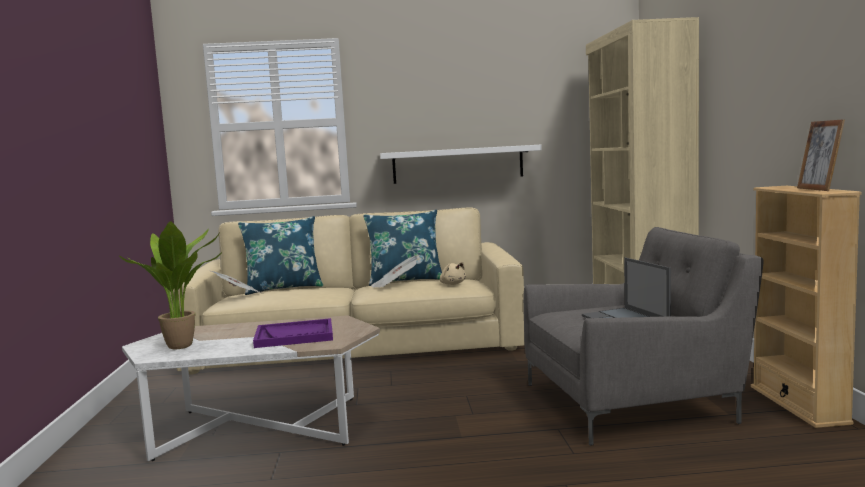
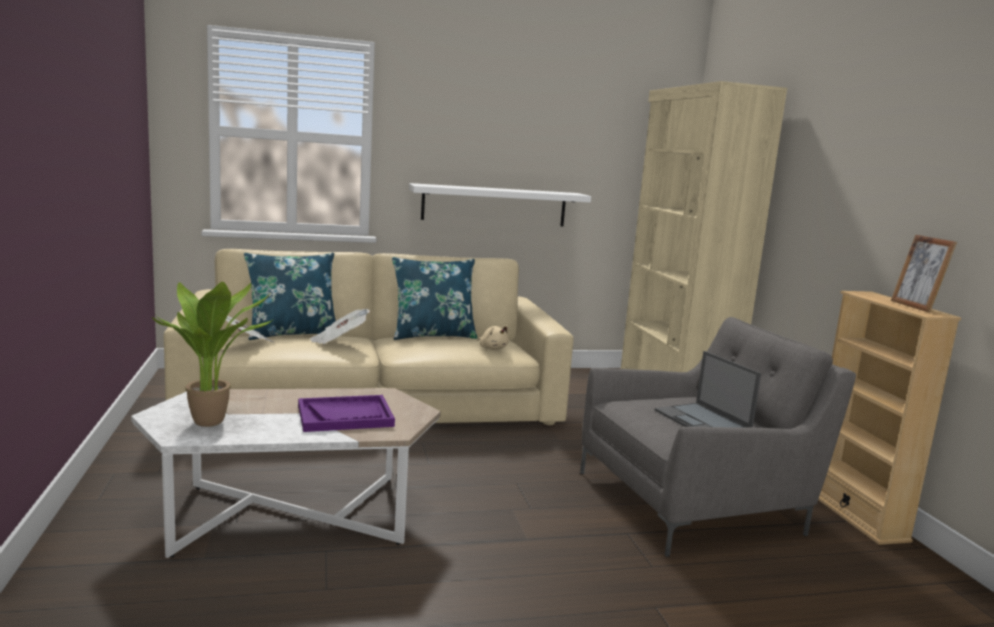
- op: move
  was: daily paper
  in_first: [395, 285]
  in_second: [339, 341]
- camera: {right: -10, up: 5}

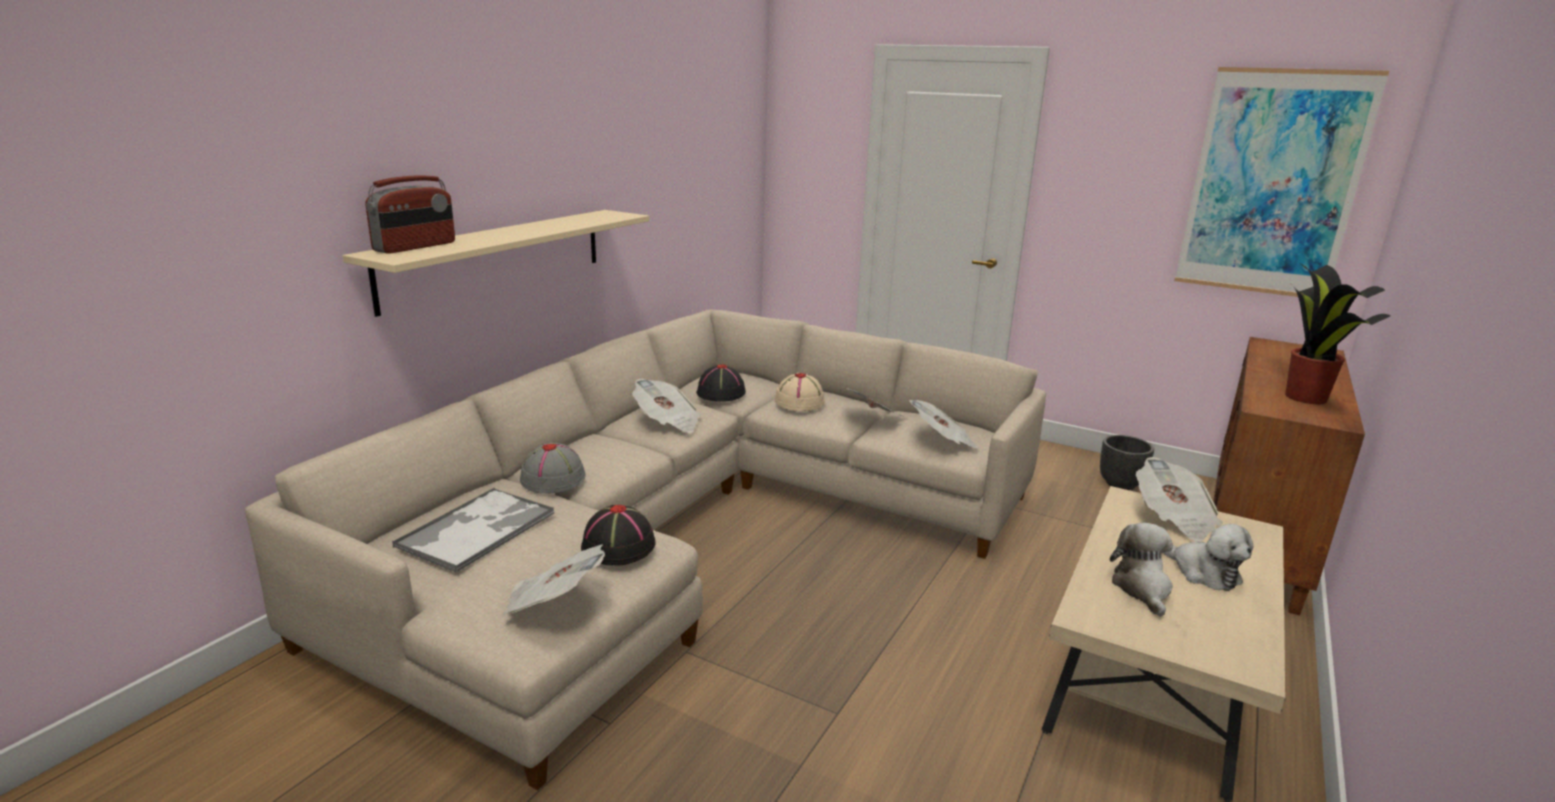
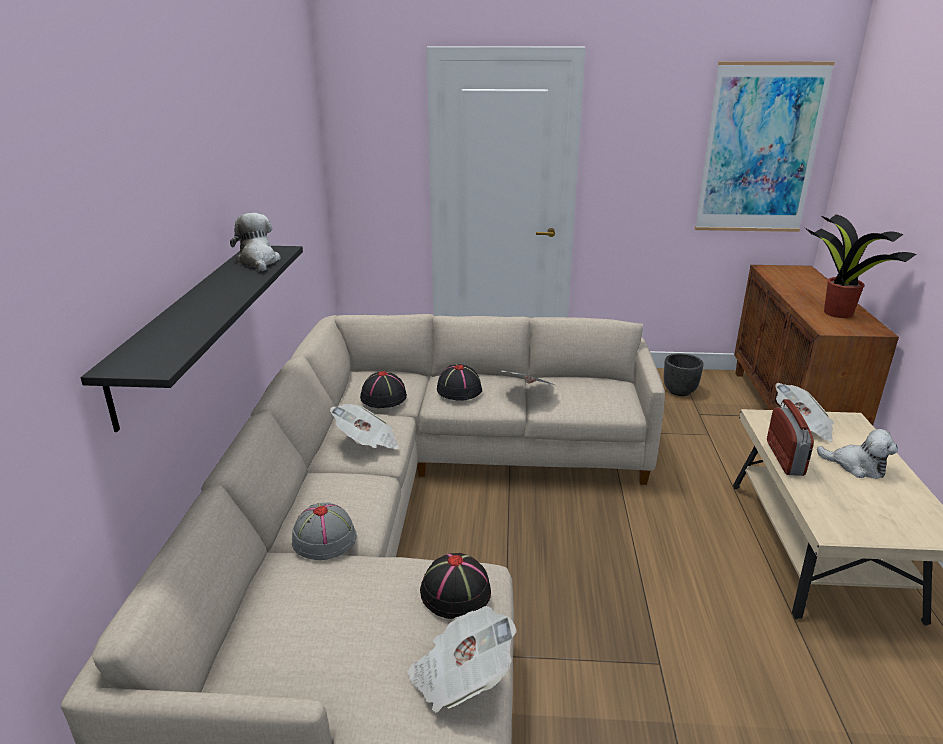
- op: move
  was: radio receiver
  in_first: [415, 247]
  in_second: [785, 458]
- op: recolor
  was: beige-coloured bracket shelf
  now: black bracket shelf
  in_first: [497, 257]
  in_second: [188, 325]
- op: recolor
  was: beige-coloured wearable hat
  now: black wearable hat
  in_first: [799, 401]
  in_second: [459, 389]
- op: delete
  was: daily paper
  in_first: [942, 441]
- op: delete
  was: serving tray
  in_first: [478, 529]
- op: move
  was: soft toy
  in_first: [1142, 588]
  in_second: [258, 262]
- camera: {right: -25, up: 5}

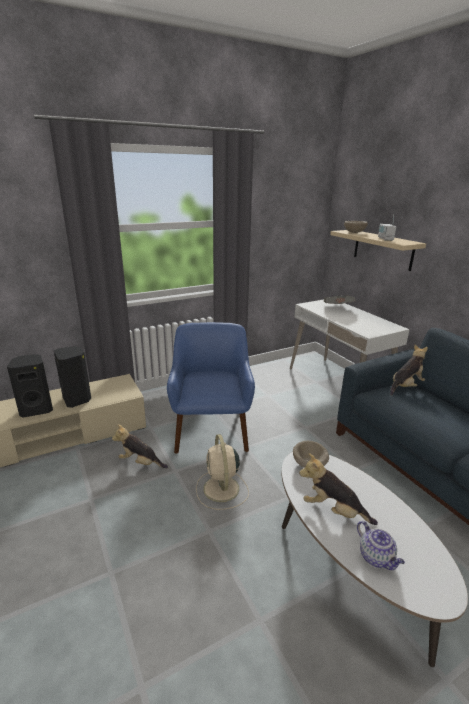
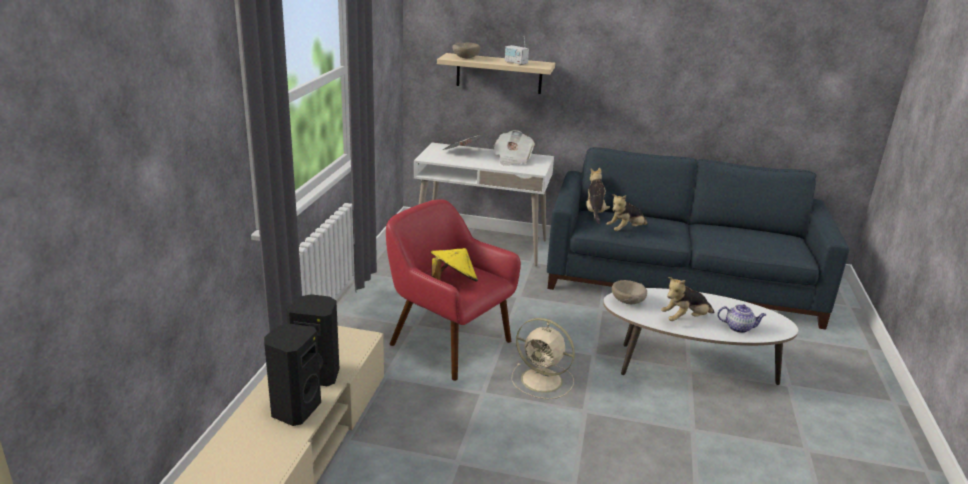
- op: recolor
  was: blue armchair
  now: red-coloured armchair
  in_first: [211, 430]
  in_second: [448, 343]
- op: move
  was: soft toy
  in_first: [140, 462]
  in_second: [626, 230]
- op: insert
  now: daily paper
  in_second: [512, 159]
- op: insert
  now: yellow-coloured wearable hat
  in_second: [453, 281]
- camera: {right: -50, up: 0}

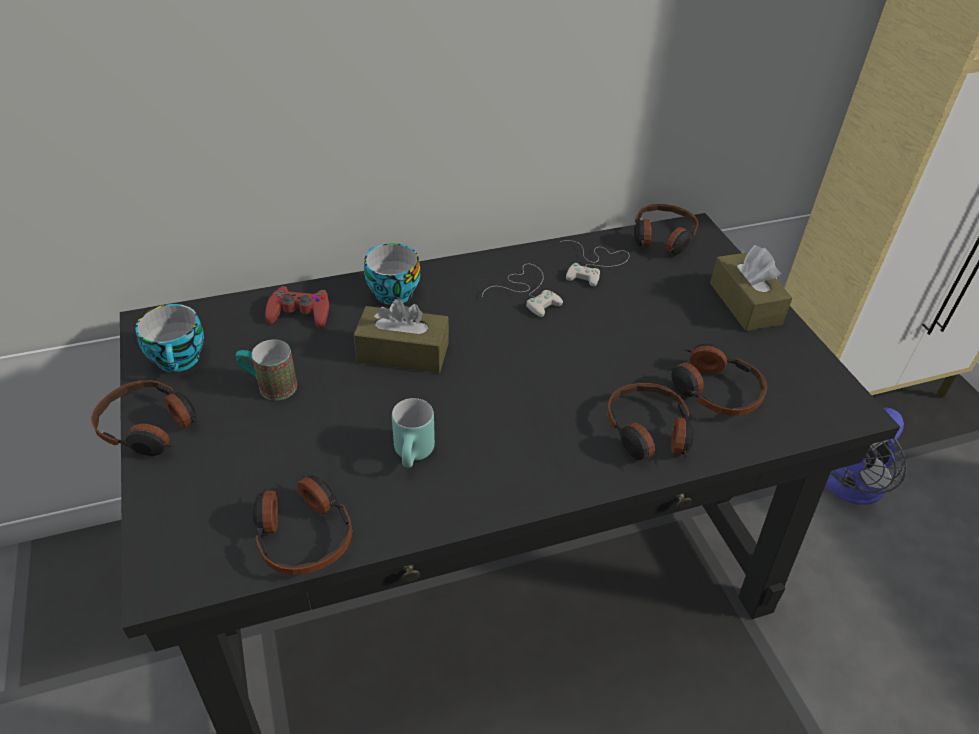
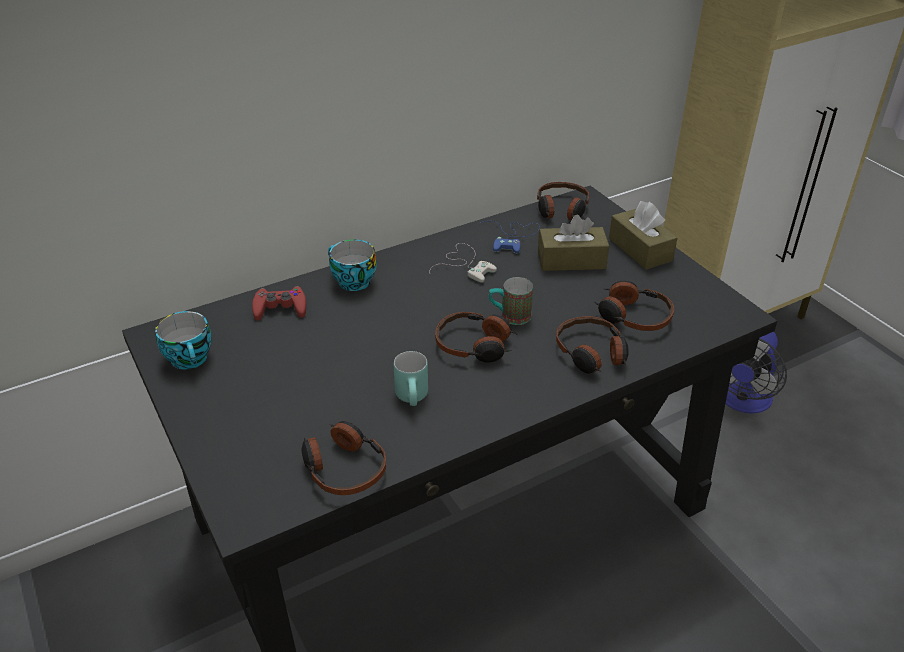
- op: recolor
  was: whitish gamepad
  now: blue gamepad
  in_first: [594, 264]
  in_second: [513, 237]
- op: move
  was: brown tissue box
  in_first: [403, 353]
  in_second: [571, 260]
- op: move
  was: coffee mug
  in_first: [269, 386]
  in_second: [509, 316]
- op: move
  was: headset
  in_first: [150, 428]
  in_second: [475, 345]
- camera: {right: -10, up: -5}

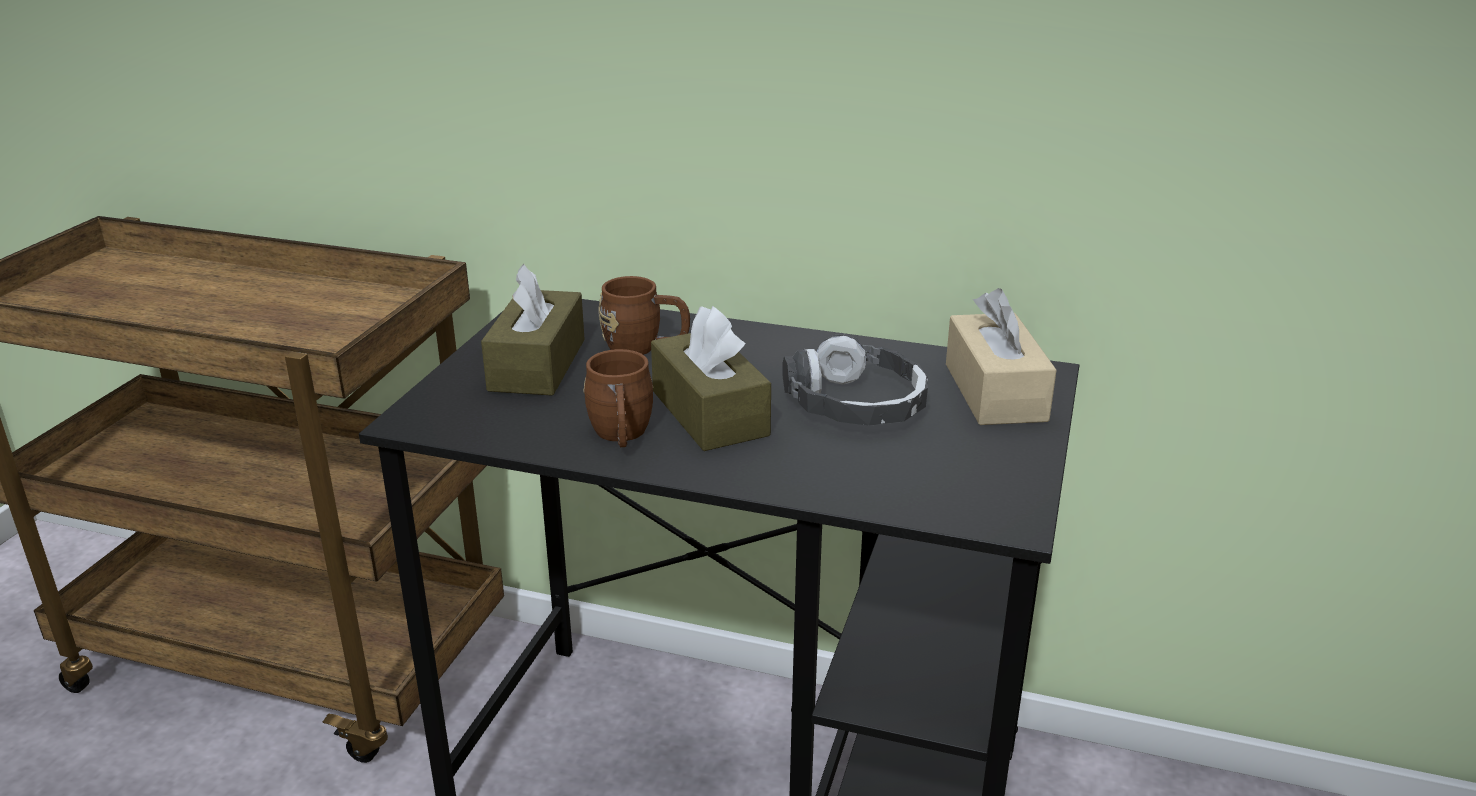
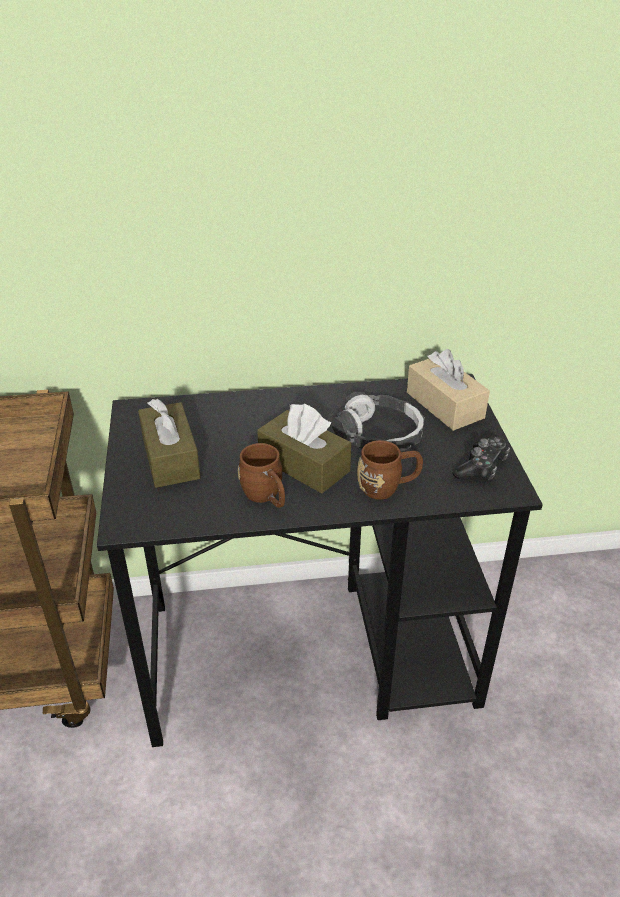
- op: move
  was: brown coffee mug
  in_first: [645, 348]
  in_second: [388, 487]
- op: insert
  now: gamepad
  in_second: [481, 467]
- camera: {right: -25, up: 10}

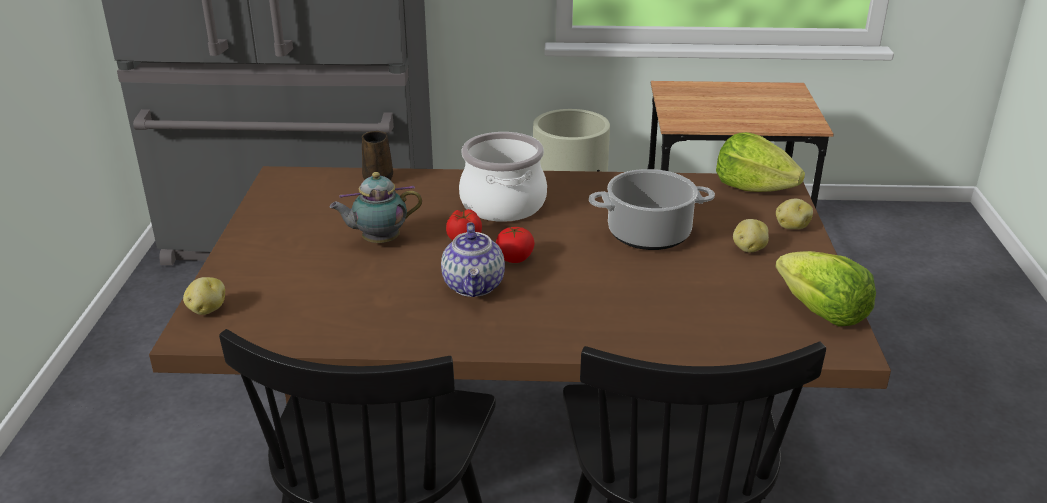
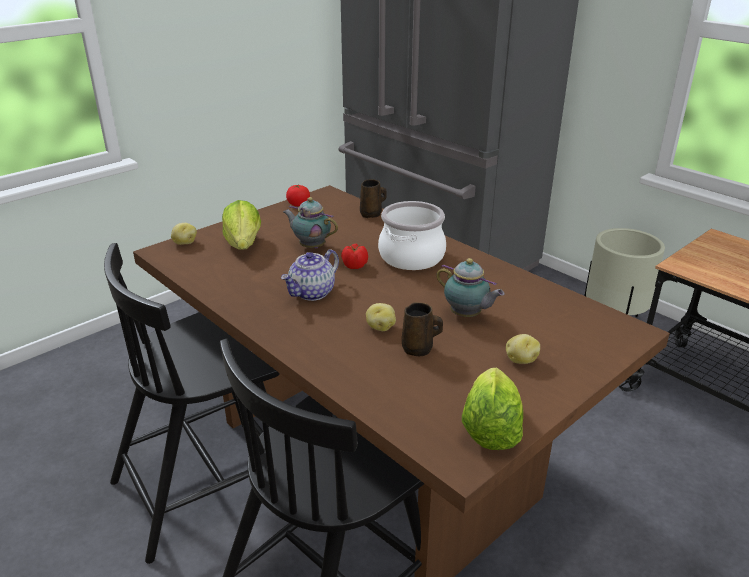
- op: move
  was: lettuce head
  in_first: [753, 187]
  in_second: [243, 244]
- op: replace
  was: cooking pot
  now: tea pot
  in_first: [648, 234]
  in_second: [467, 316]
- op: move
  was: potato
  in_first: [791, 227]
  in_second: [380, 327]
- op: move
  was: tomato
  in_first: [514, 258]
  in_second: [298, 204]
- op: insert
  now: brown coffee mug
  in_second: [419, 349]
- camera: {right: 45, up: 0}

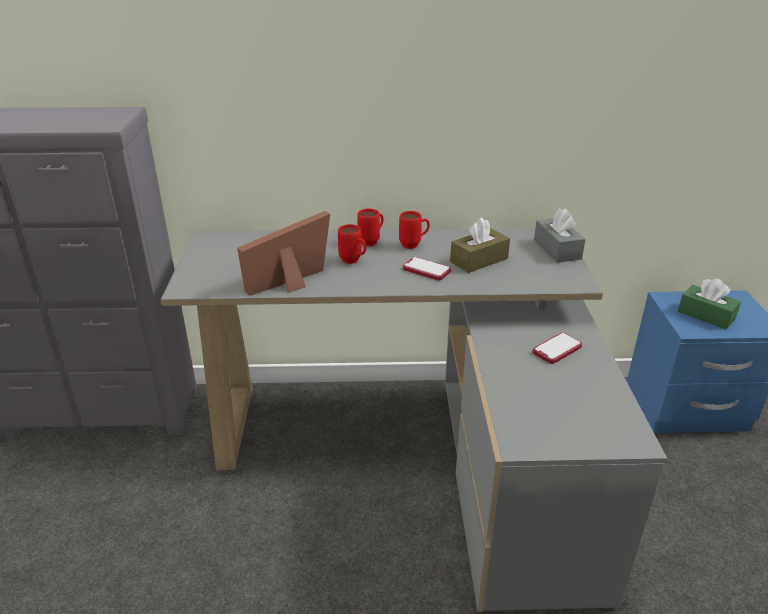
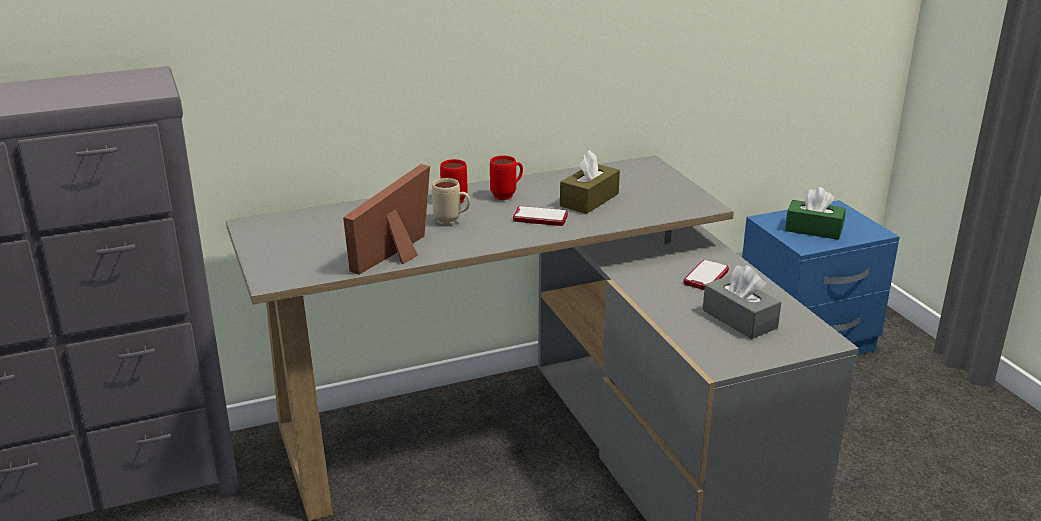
- op: move
  was: greyish tissue box
  in_first: [557, 249]
  in_second: [739, 319]
- op: recolor
  was: red-coloured coffee mug
  now: beige-coloured coffee mug
  in_first: [353, 261]
  in_second: [452, 222]
- camera: {right: -20, up: -5}

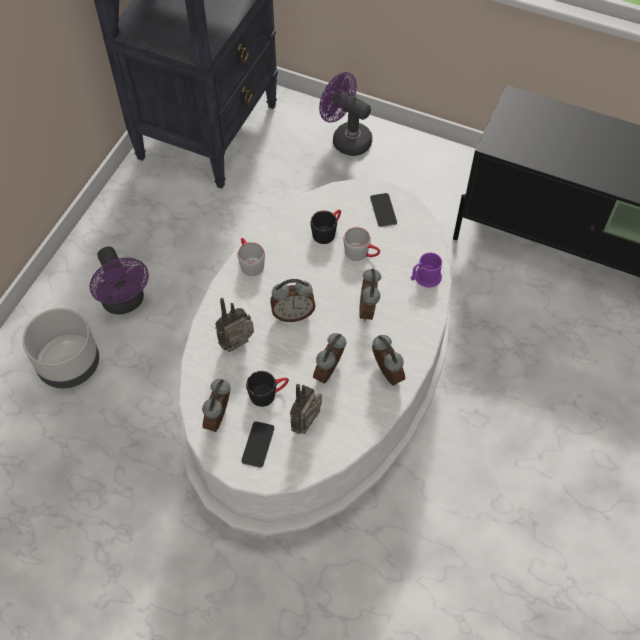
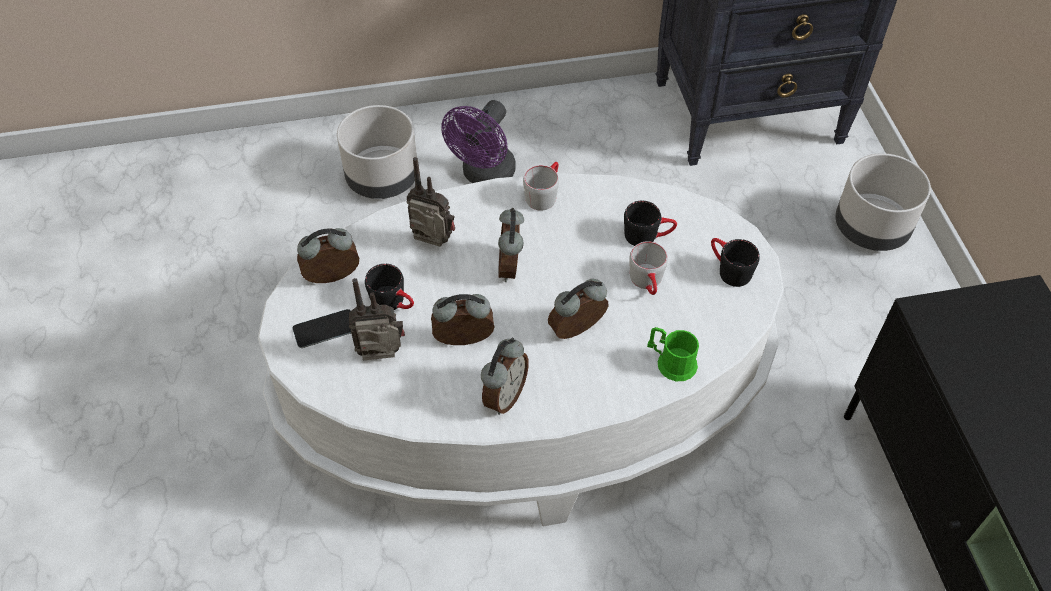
- op: replace
  was: purplish cooling fan
  now: greyish plant pot
  in_first: [346, 139]
  in_second: [870, 229]
- op: replace
  was: phone
  now: black coffee mug
  in_first: [383, 210]
  in_second: [728, 269]
- op: recolor
  was: purplish coffee mug
  now: green-coloured coffee mug
  in_first: [424, 278]
  in_second: [671, 362]
- op: rotate
  was: table clock
  in_first: [293, 314]
  in_second: [511, 267]
  clockwise: 45
- camera: {right: 55, up: -5}

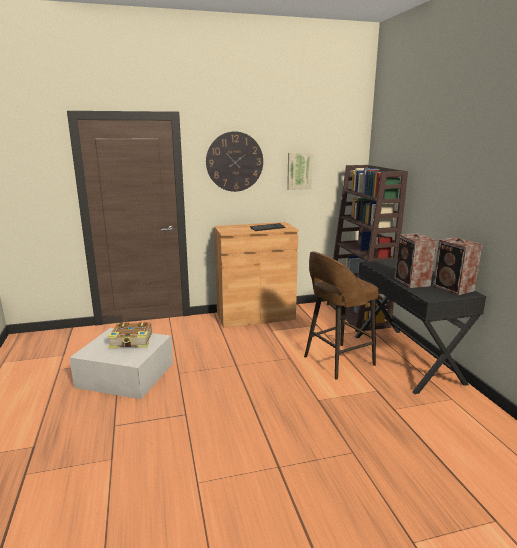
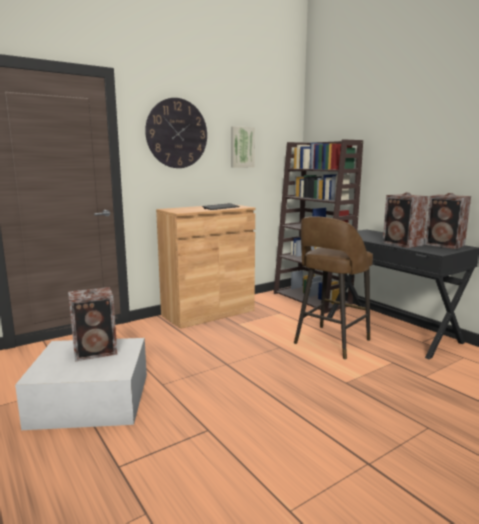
- op: replace
  was: bound book
  now: audio speaker
  in_first: [132, 341]
  in_second: [97, 351]
- camera: {right: -20, up: -5}

